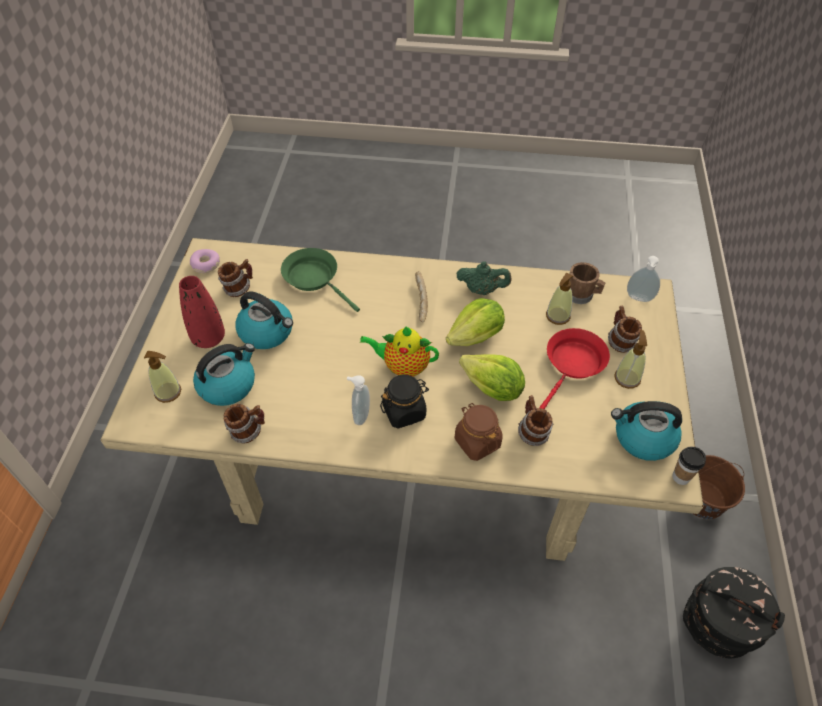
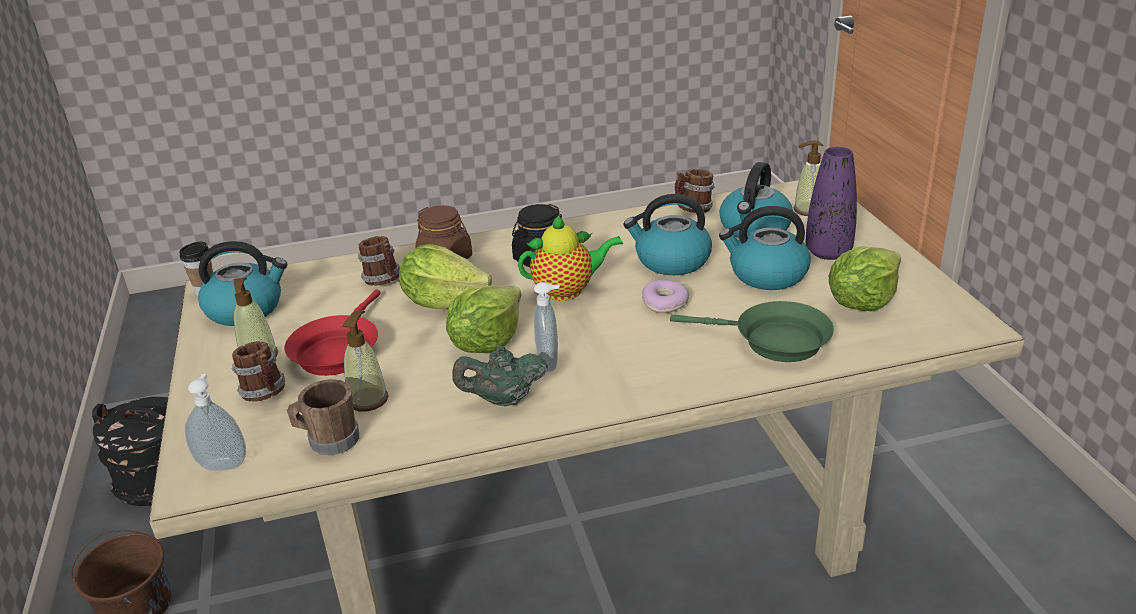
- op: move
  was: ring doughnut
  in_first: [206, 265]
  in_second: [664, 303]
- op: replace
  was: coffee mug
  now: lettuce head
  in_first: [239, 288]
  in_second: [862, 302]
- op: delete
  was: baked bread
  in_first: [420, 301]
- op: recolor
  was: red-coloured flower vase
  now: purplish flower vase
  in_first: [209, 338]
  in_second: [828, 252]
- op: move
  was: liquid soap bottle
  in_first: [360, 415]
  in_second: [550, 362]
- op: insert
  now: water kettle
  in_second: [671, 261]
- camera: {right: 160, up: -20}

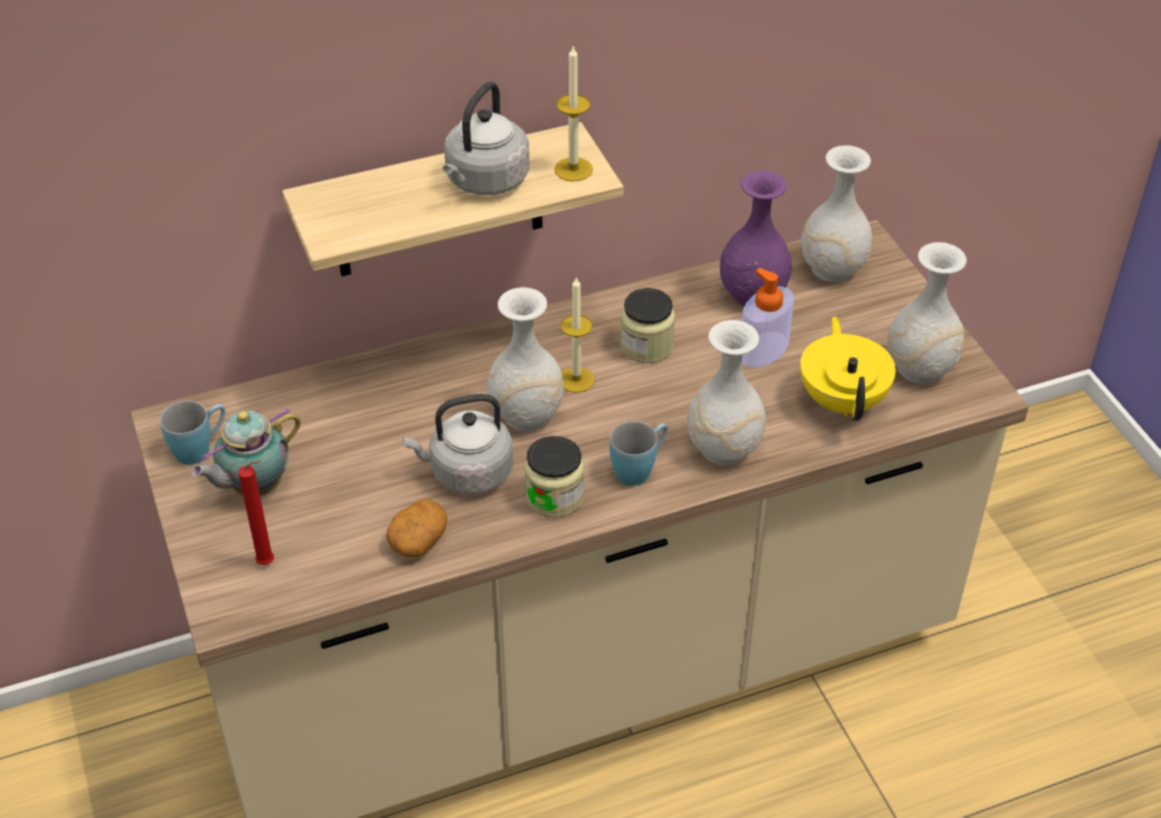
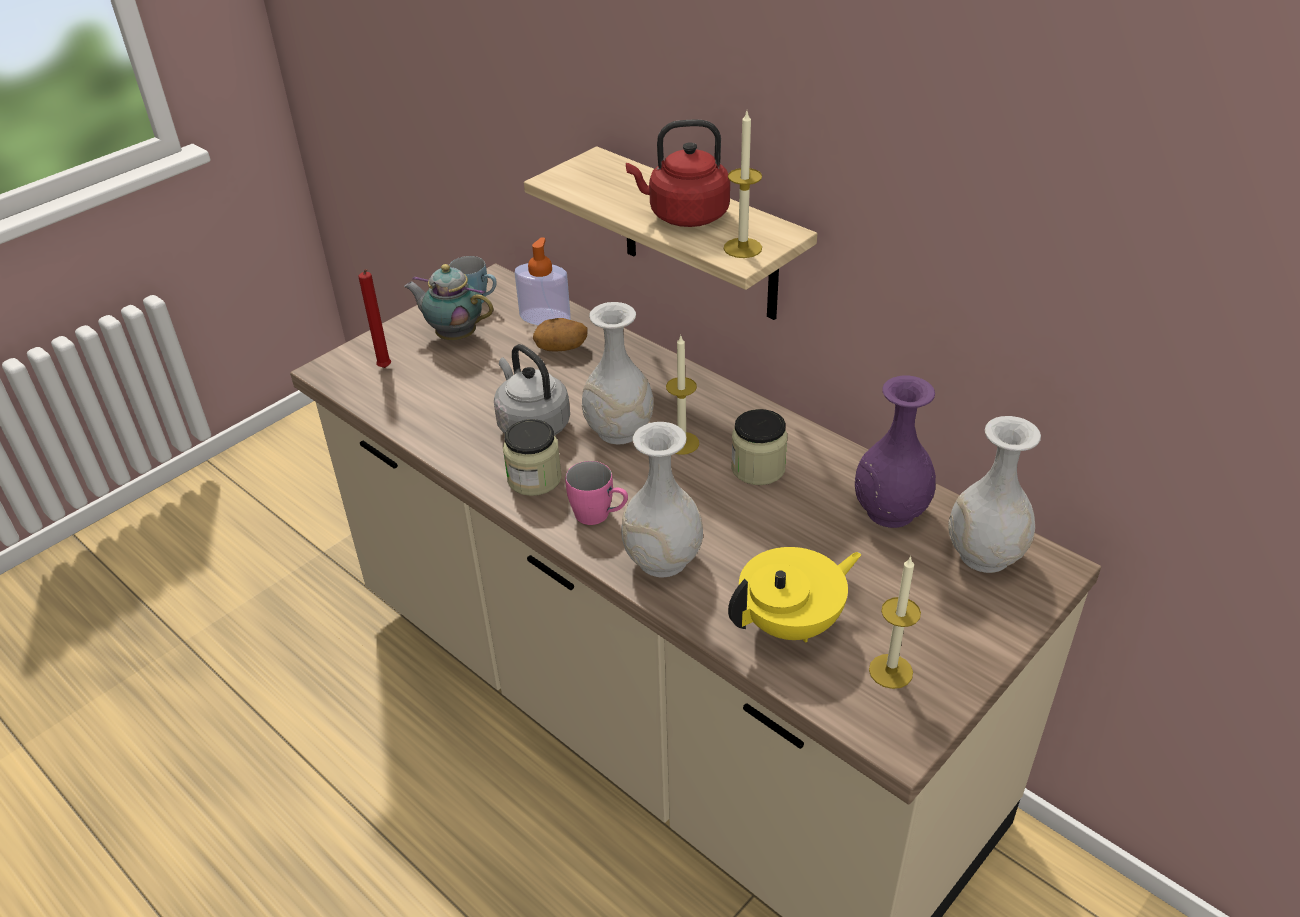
- op: recolor
  was: greyish water kettle
  now: red-coloured water kettle
  in_first: [485, 182]
  in_second: [684, 215]
- op: replace
  was: whitish flower vase
  now: wax light
  in_first: [920, 368]
  in_second: [890, 671]
- op: move
  was: liquid soap bottle
  in_first: [763, 350]
  in_second: [545, 317]
- op: recolor
  was: blue coffee mug
  now: pink-coloured coffee mug
  in_first: [639, 468]
  in_second: [600, 515]
- op: move
  was: potato
  in_first: [418, 539]
  in_second: [562, 347]
- camera: {right: 65, up: -5}

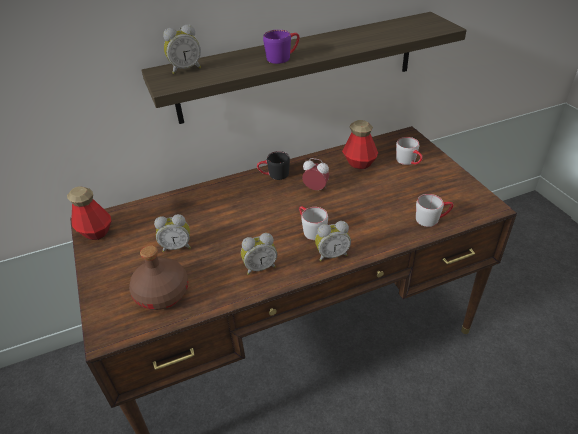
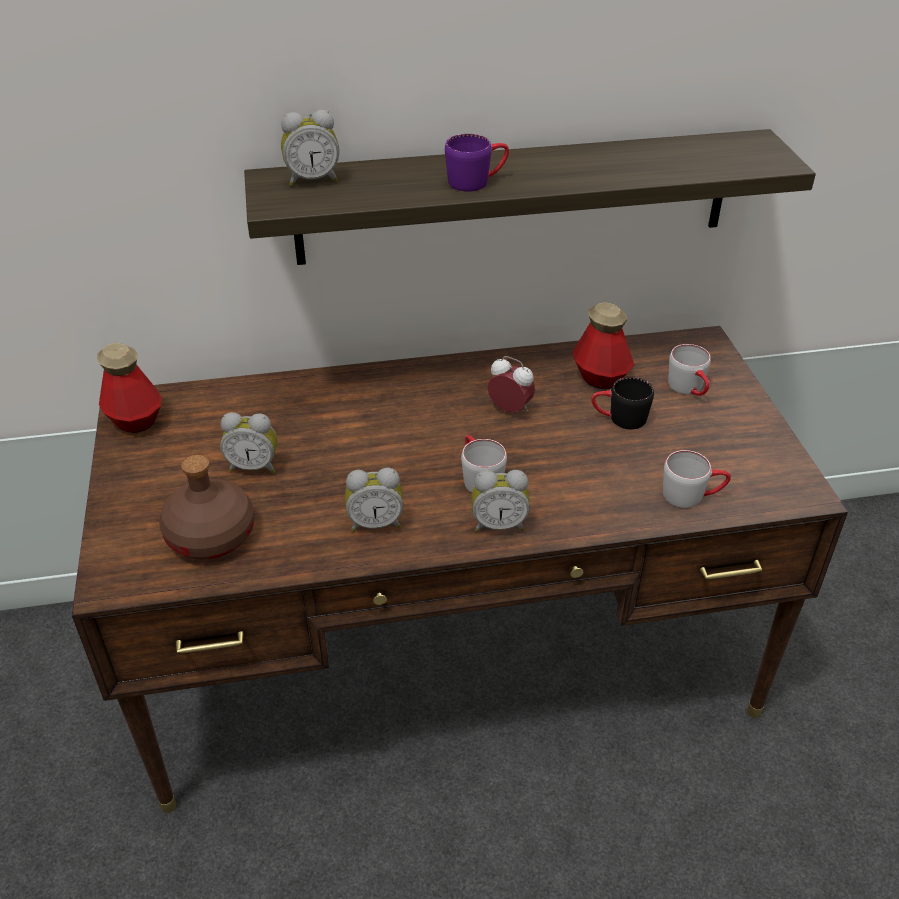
- op: move
  was: black coffee mug
  in_first: [274, 175]
  in_second: [619, 418]
- camera: {right: 10, up: 0}

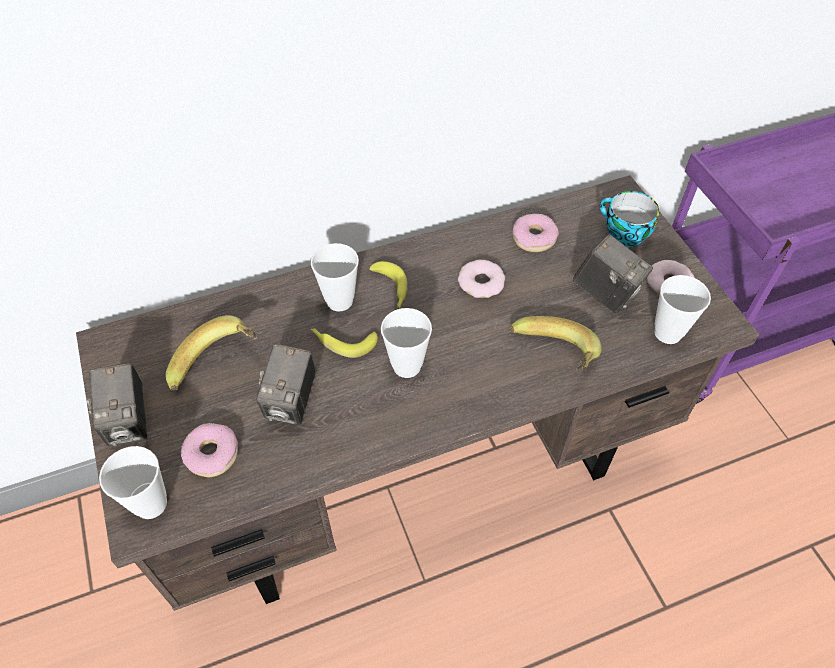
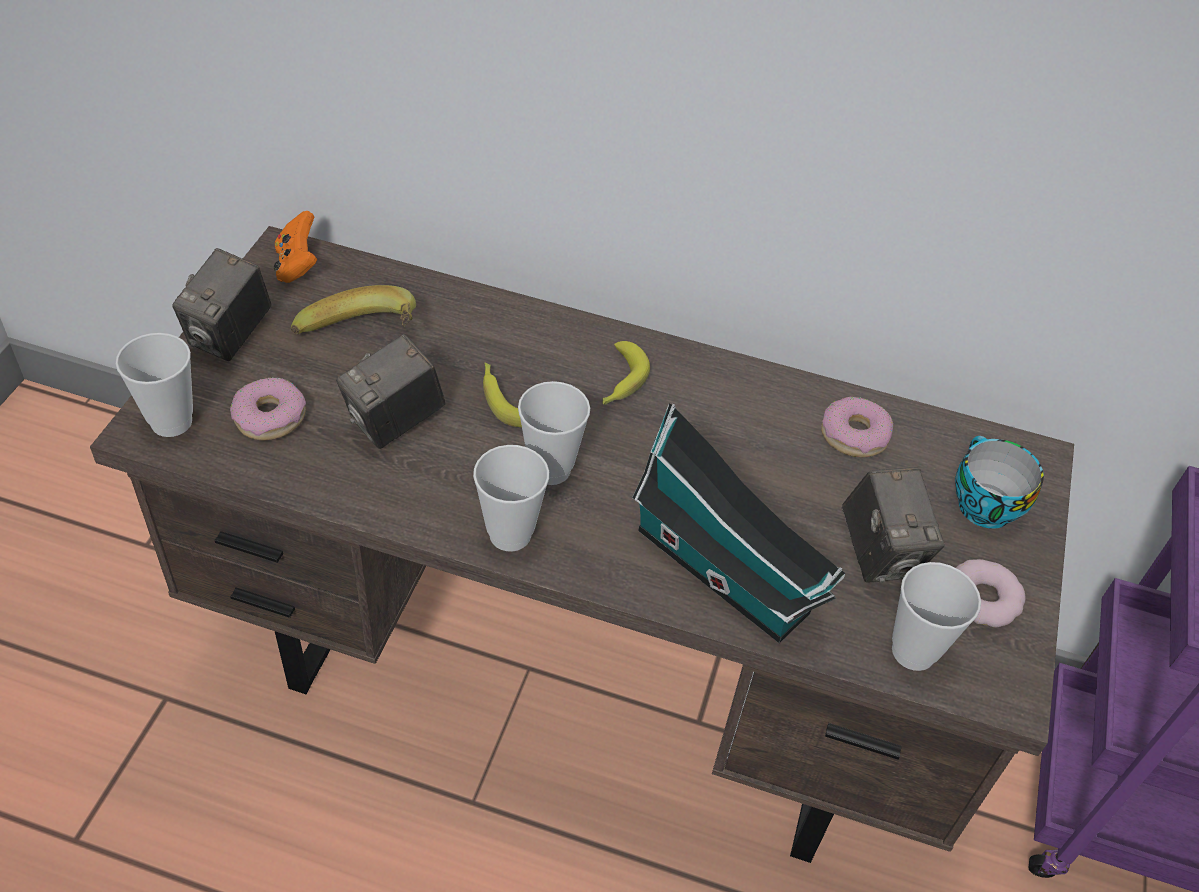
- op: move
  was: cup
  in_first: [339, 301]
  in_second: [510, 534]
- op: delete
  was: ring doughnut
  in_first: [481, 282]
- op: replace
  was: banana
  now: model house
  in_first: [552, 358]
  in_second: [728, 576]
- op: insert
  now: orange gamepad
  in_second: [297, 265]
- camera: {right: 35, up: -5}

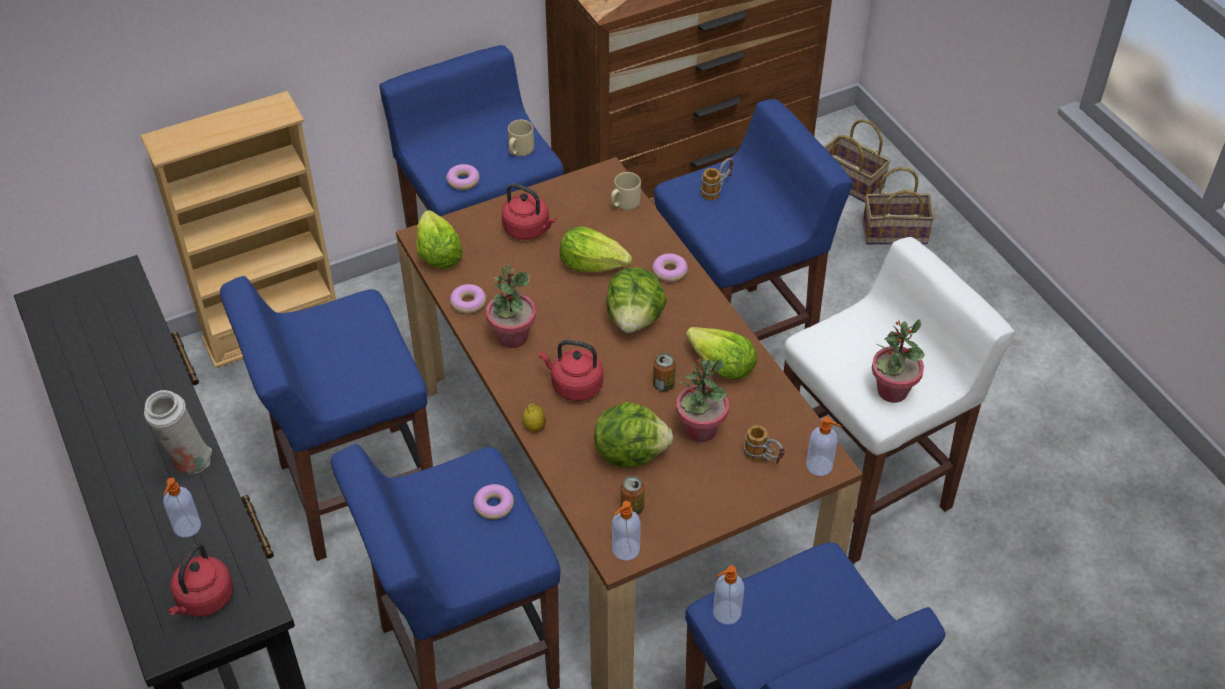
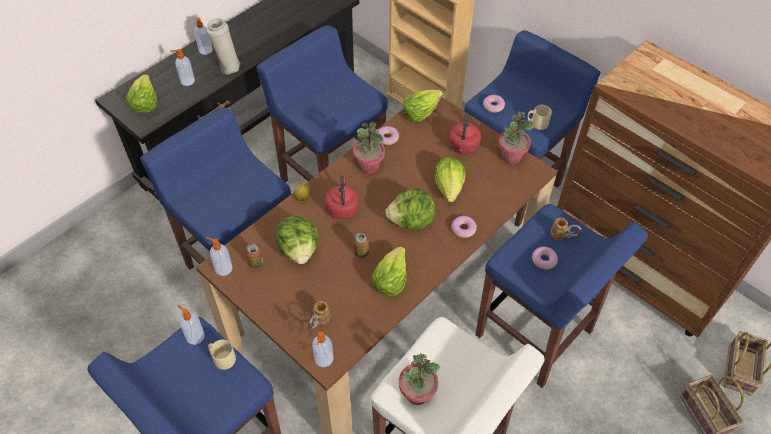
- op: move
  was: beige-coloured coffee mug
  in_first: [624, 203]
  in_second: [222, 358]
- op: move
  was: potted plant
  in_first: [700, 430]
  in_second: [511, 157]
- op: move
  was: ring doughnut
  in_first: [494, 505]
  in_second: [544, 260]
- op: replace
  was: red-coloured water kettle
  now: lettuce head
  in_first: [203, 600]
  in_second: [144, 103]
- op: insert
  now: liquid soap bottle
  in_second: [206, 50]
- camera: {right: 70, up: 5}

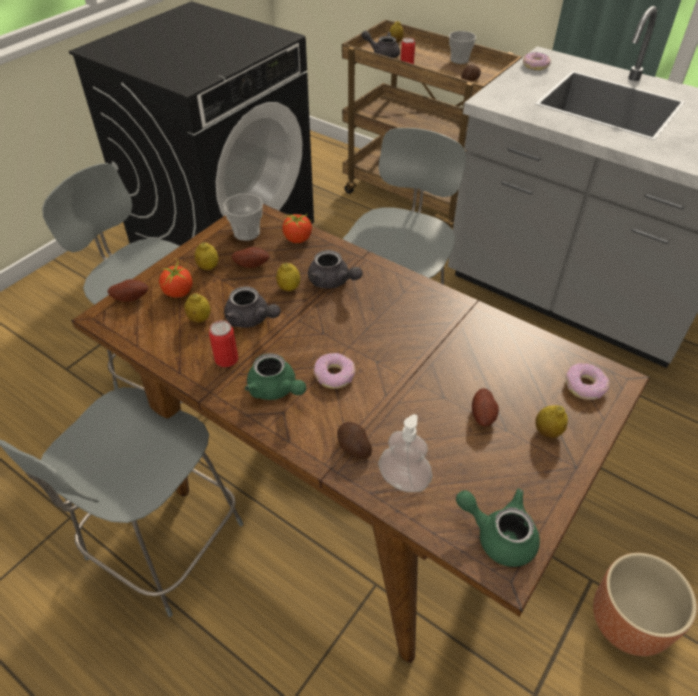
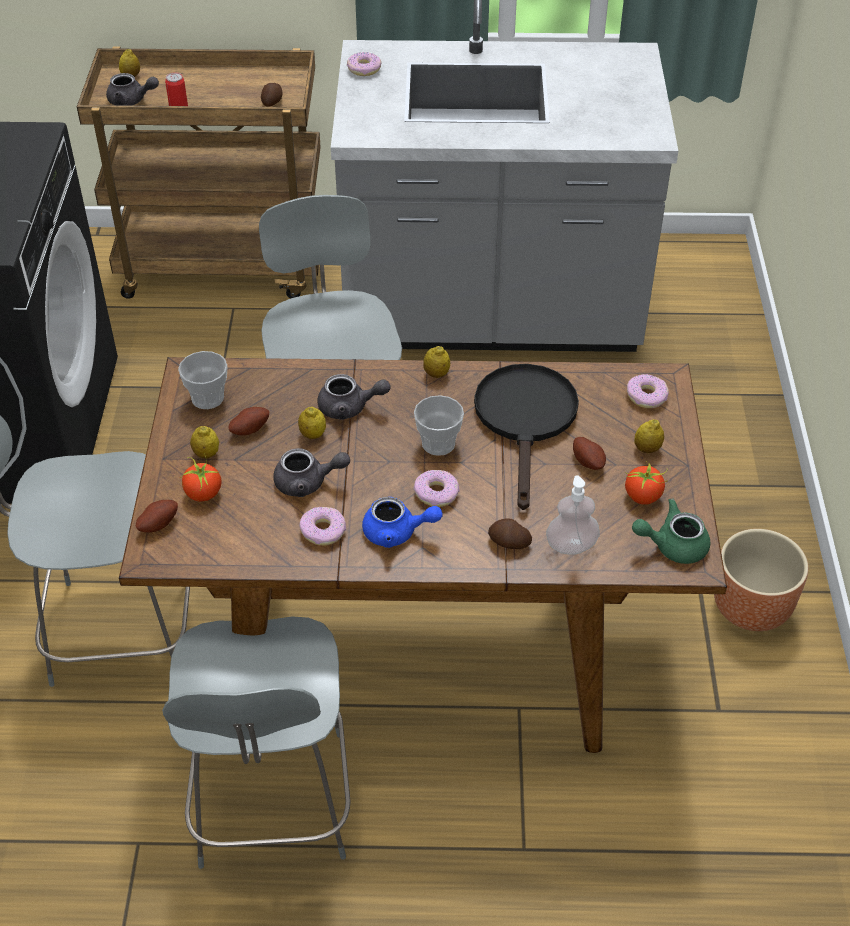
- op: rotate
  was: greyish tea pot
  in_first: [382, 54]
  in_second: [131, 101]
  clockwise: -150
- op: move
  was: cup
  in_first: [459, 60]
  in_second: [438, 443]
- op: move
  was: tomato
  in_first: [298, 239]
  in_second: [643, 496]
- op: move
  was: citrus fruit
  in_first: [199, 319]
  in_second: [436, 374]
- op: replace
  was: can
  now: ring doughnut
  in_first: [226, 359]
  in_second: [323, 530]
- op: recolor
  was: green-coloured tea pot
  now: blue tea pot
  in_first: [276, 390]
  in_second: [397, 533]
- op: insert
  now: black pan
  in_second: [526, 421]
- camera: {right: -35, up: 0}

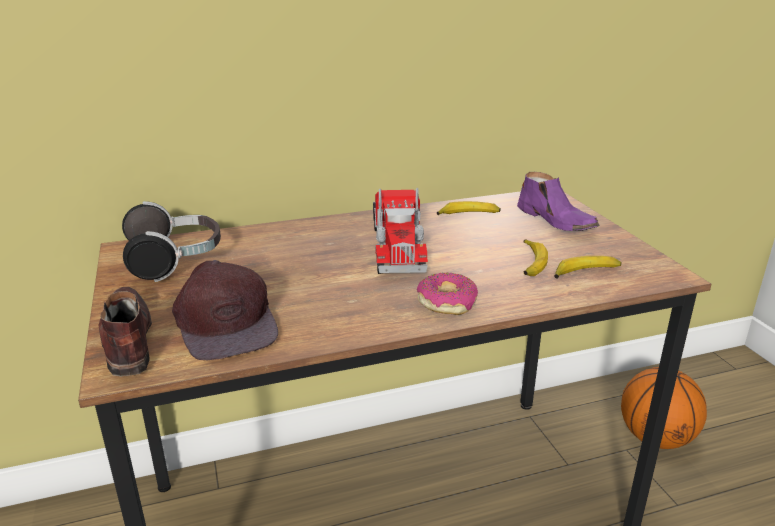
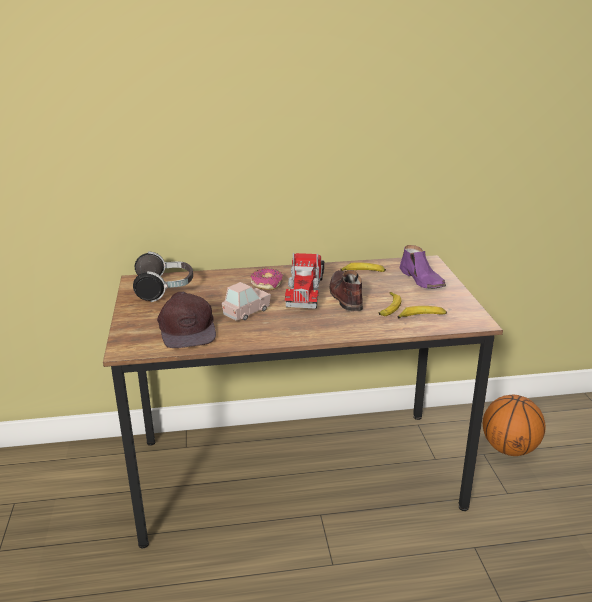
- op: move
  was: ring doughnut
  in_first: [447, 302]
  in_second: [267, 284]
- op: move
  was: brown low shoe
  in_first: [127, 340]
  in_second: [345, 296]
- op: insert
  now: pink-coloured toy car
  in_second: [247, 312]
- camera: {right: 10, up: 0}

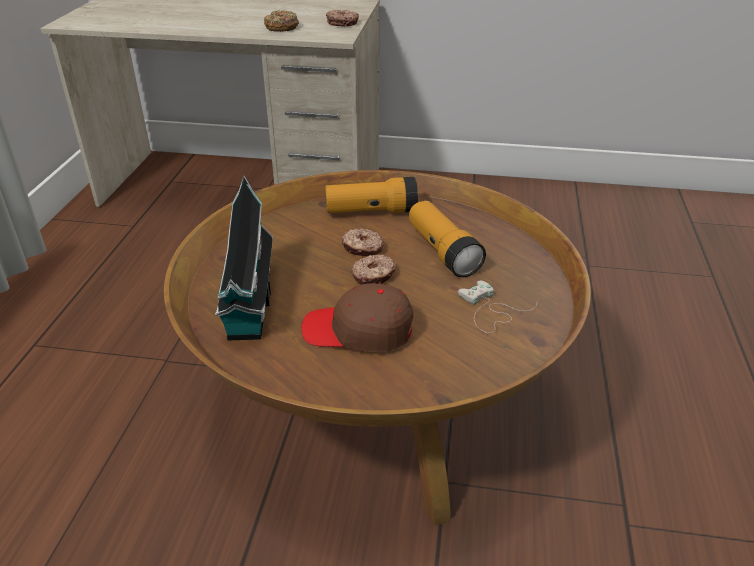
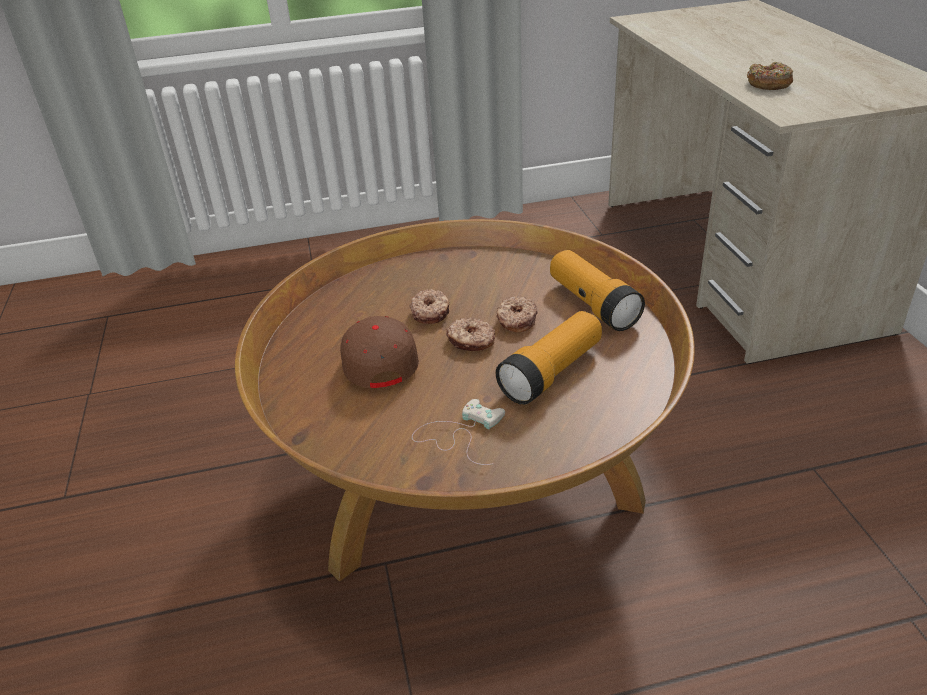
- op: move
  was: ring doughnut
  in_first: [342, 23]
  in_second: [431, 312]
- op: delete
  was: model house
  in_first: [249, 304]
- camera: {right: 70, up: 0}

